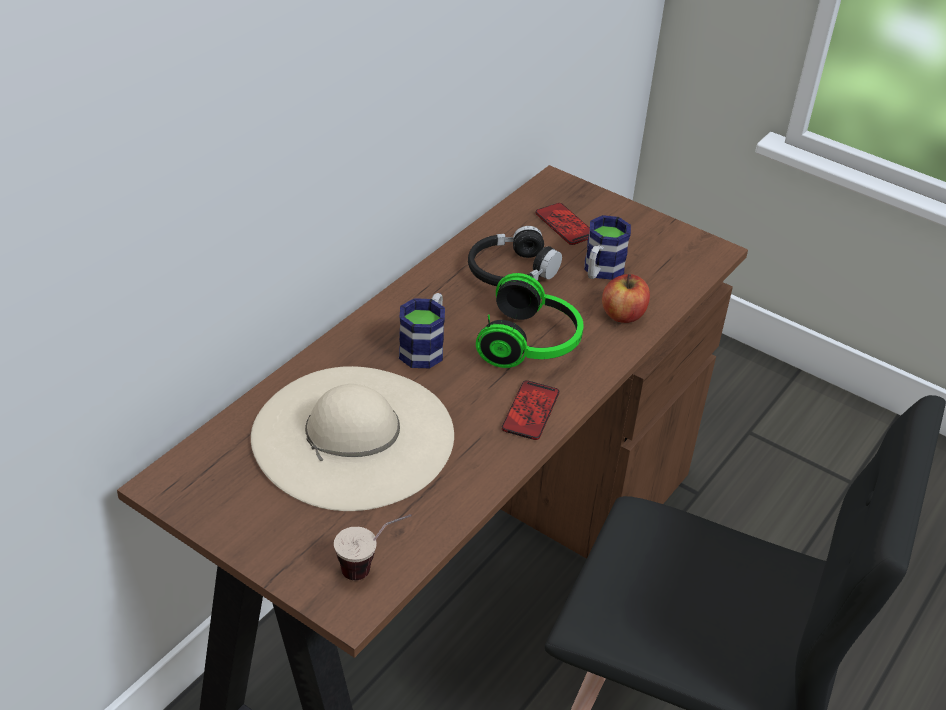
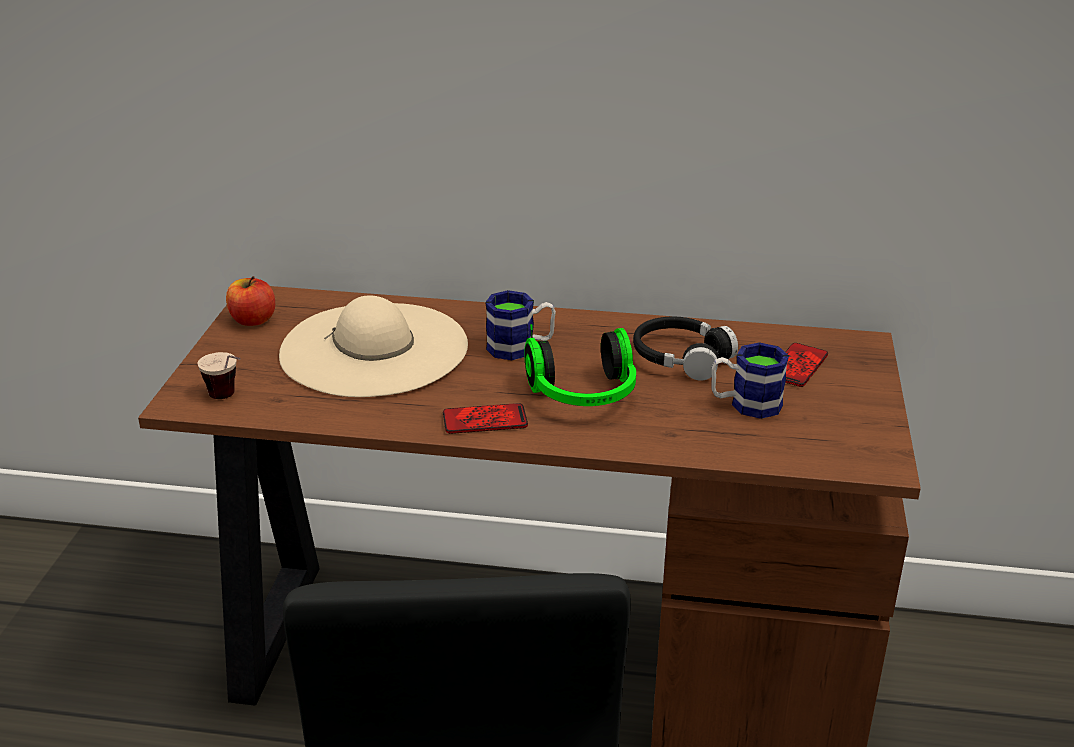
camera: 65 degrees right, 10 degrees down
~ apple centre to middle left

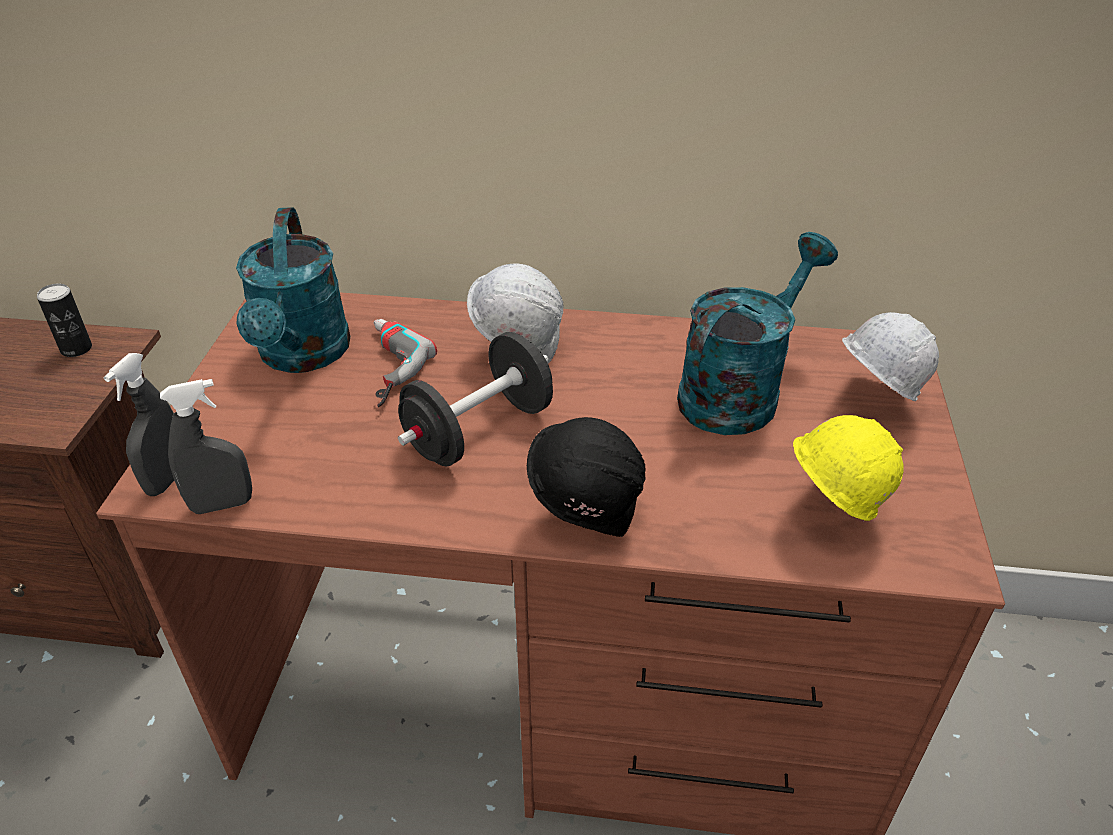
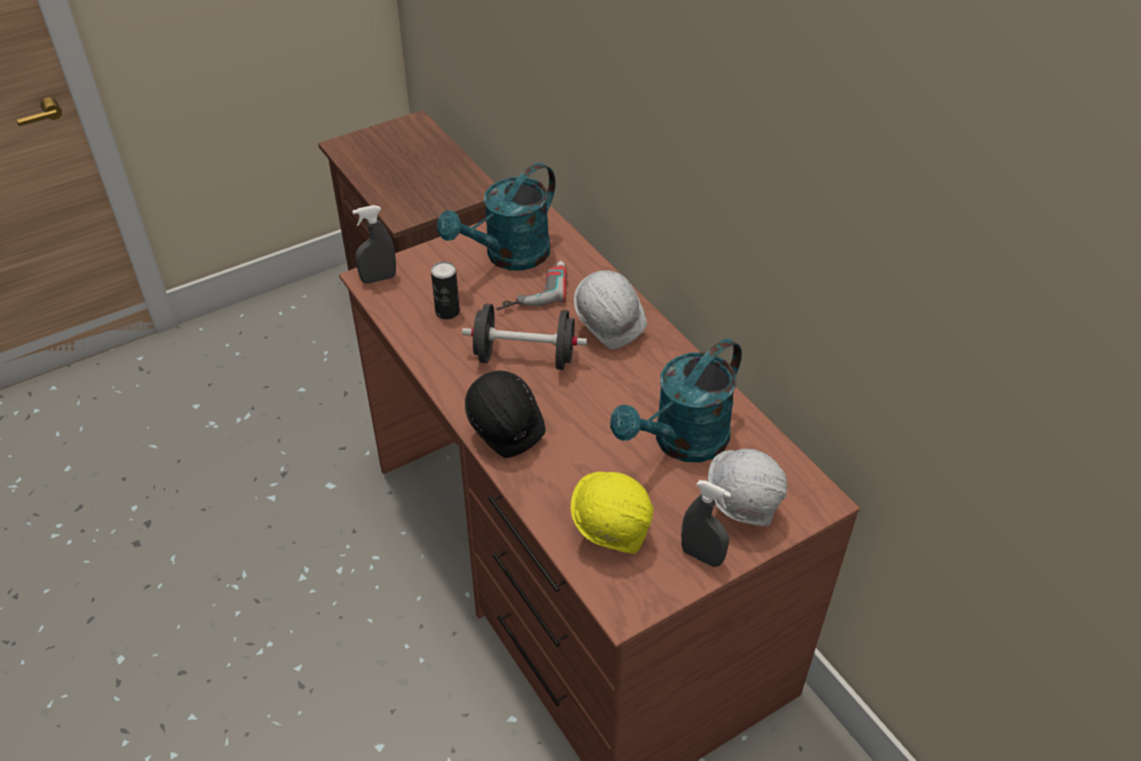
camera: 50 degrees right, 5 degrees up
~ can middle left to centre
~ grey spray bottle (2nd from left) middle left to bottom centre
~ turquoise watering can (2nd from left) middle right = centre 135 degrees clockwise

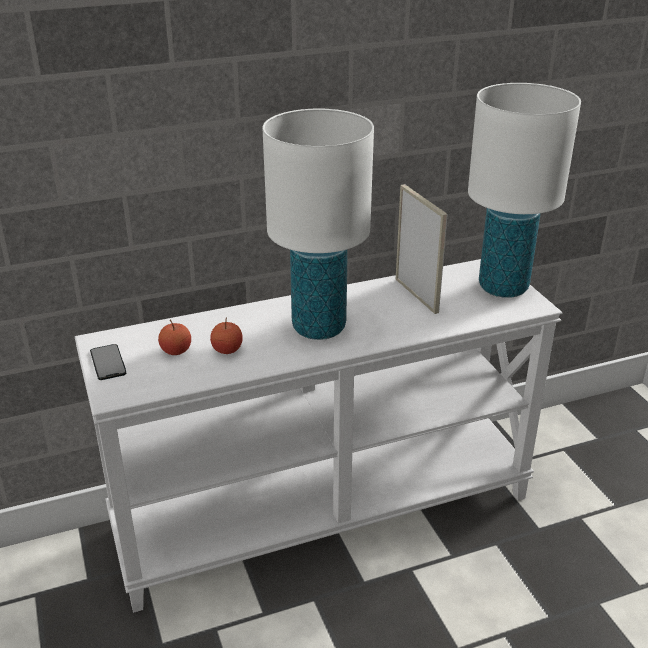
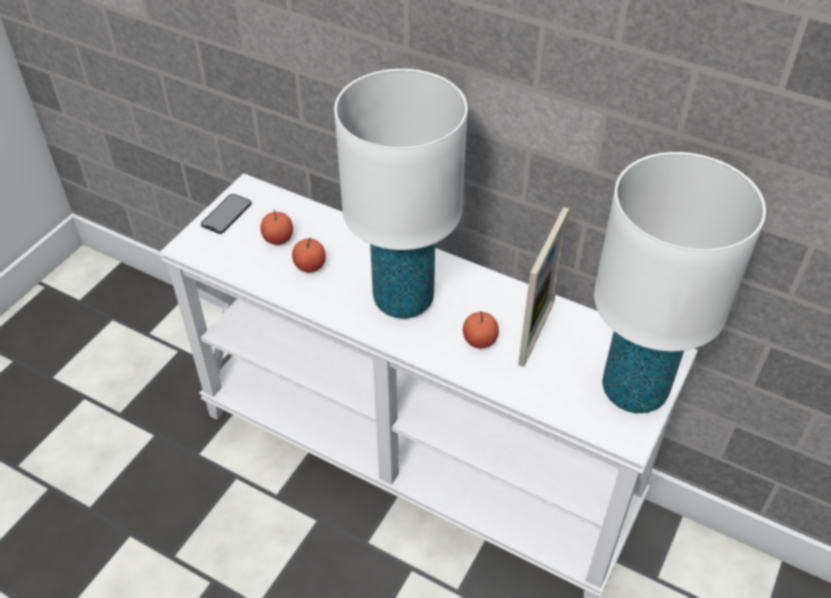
camera: 50 degrees right, 15 degrees up
+ apple (3rd from left) centre

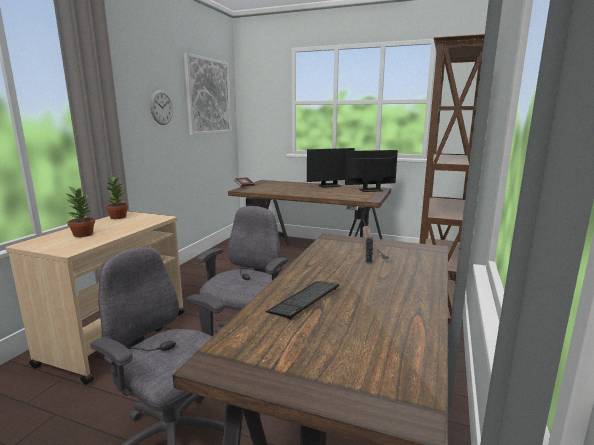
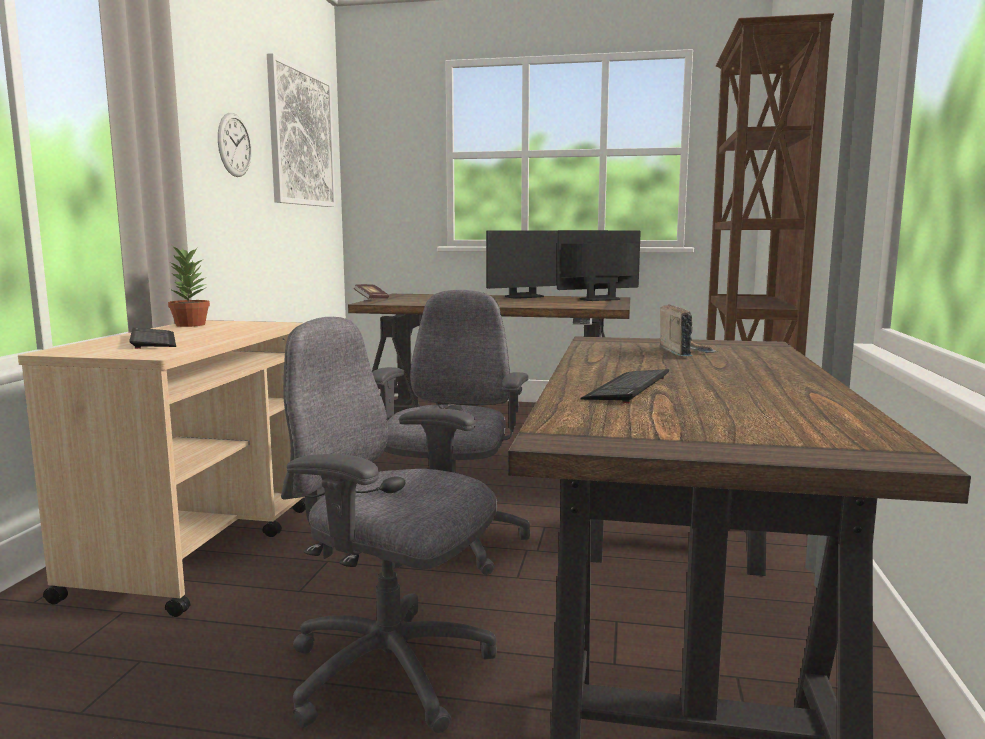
camera: 10 degrees left, 5 degrees down
~ potted plant (1st from left) middle left to keyboard (1st from left) middle left

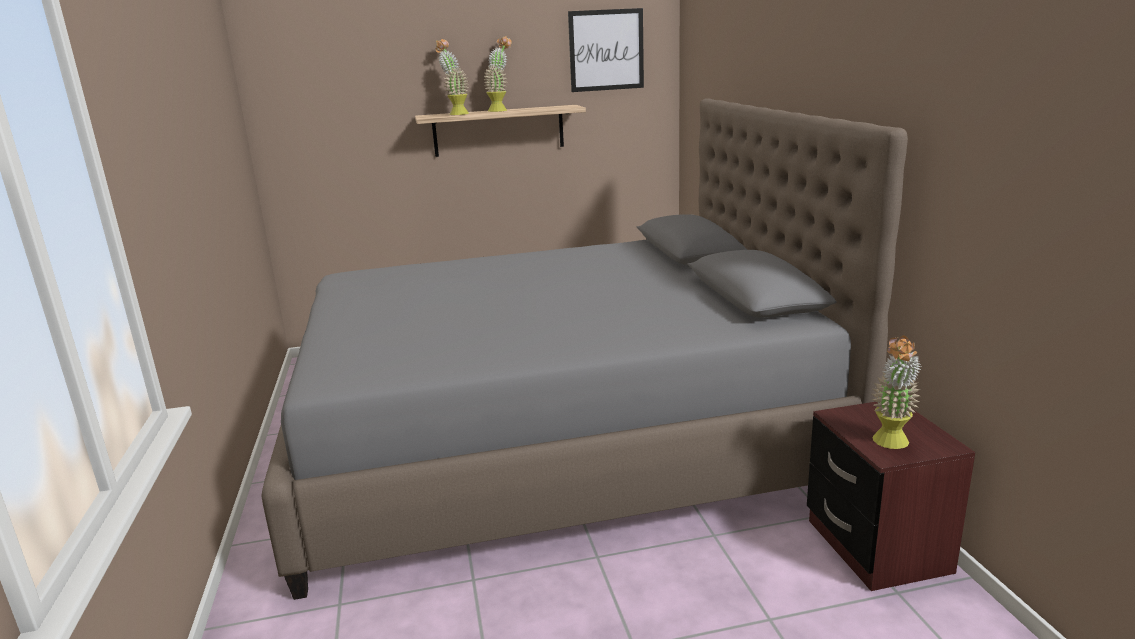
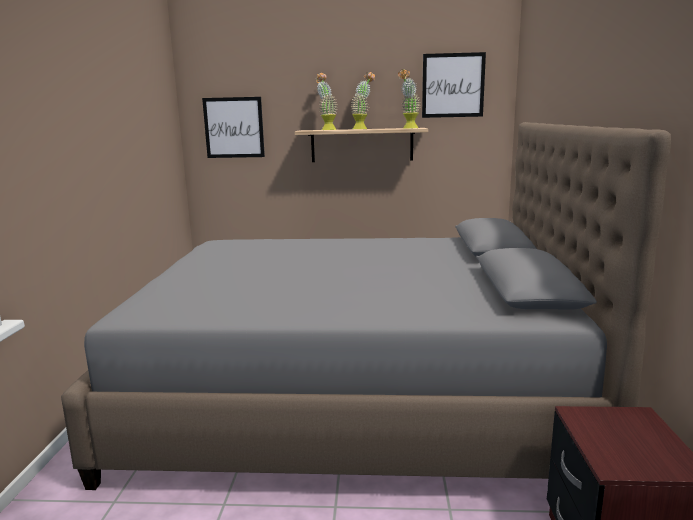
camera: 15 degrees right, 5 degrees down
~ potted plant (3rd from left) middle right to top centre
+ picture (1st from left) top centre

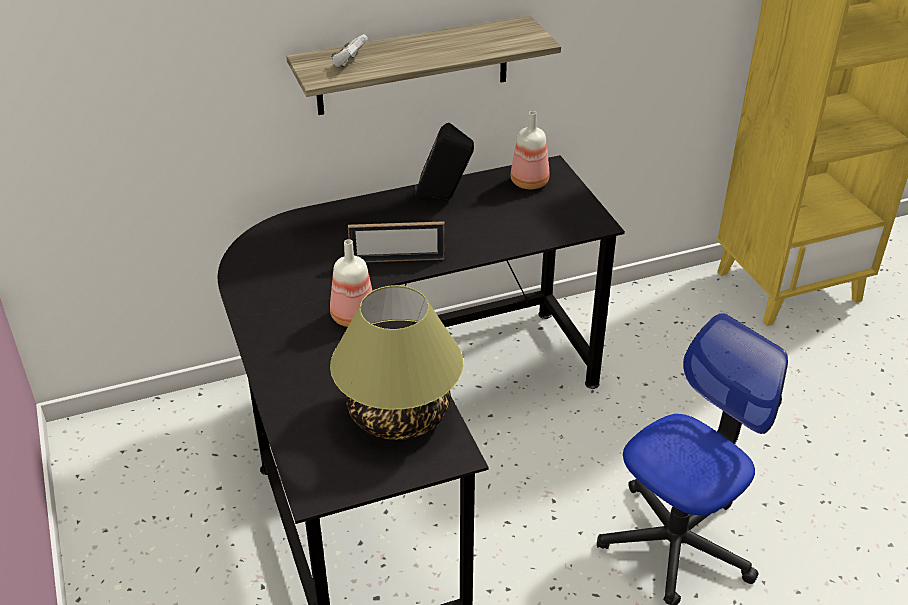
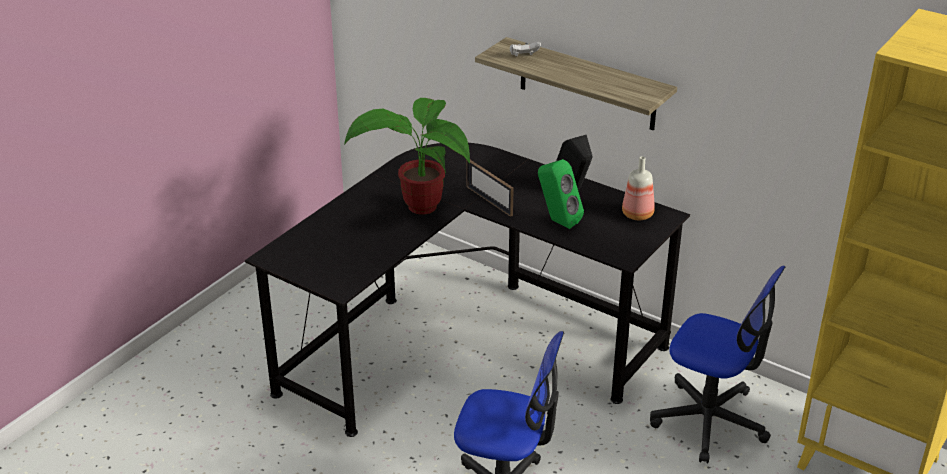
camera: 55 degrees right, 5 degrees down
~ bottle (1st from left) centre to potted plant top centre
- table lamp centre
+ green speaker centre
+ office chair (2nd from left) bottom right

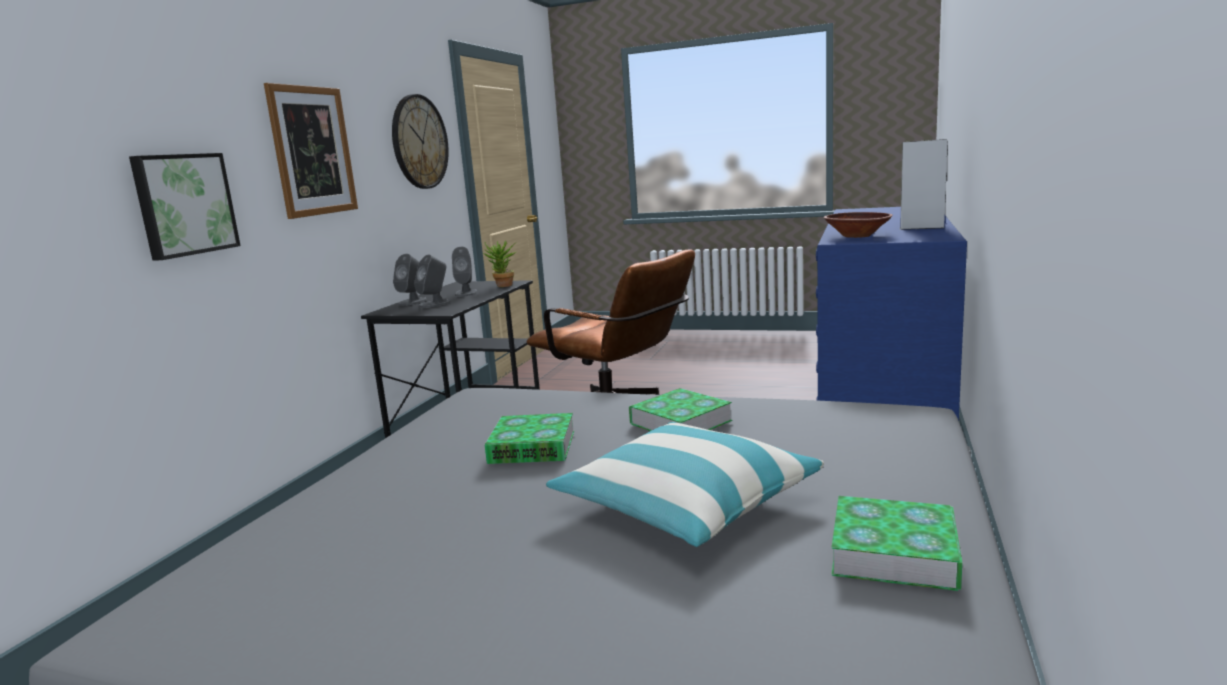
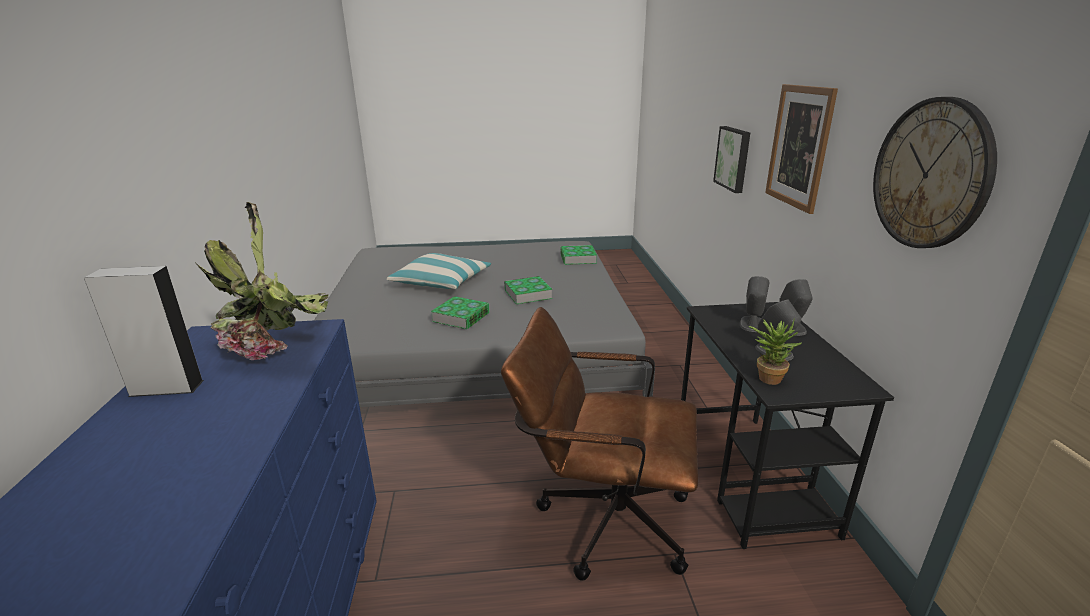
camera: 155 degrees right, 10 degrees up
~ brown bowl top right to potted plant (1st from left) middle left
~ book (3rd from left) bottom right to centre

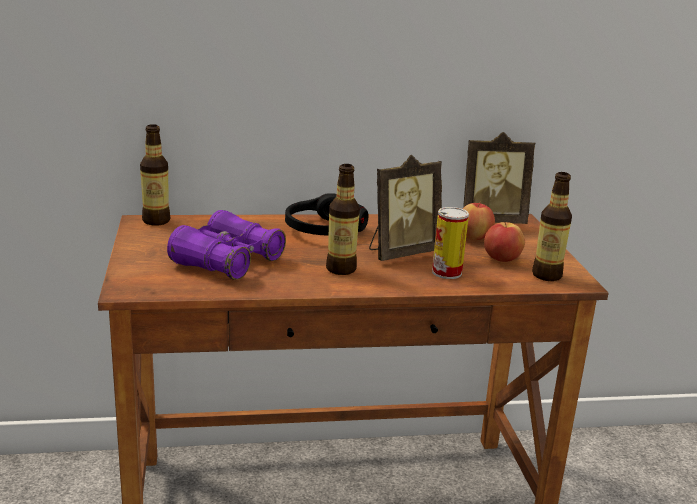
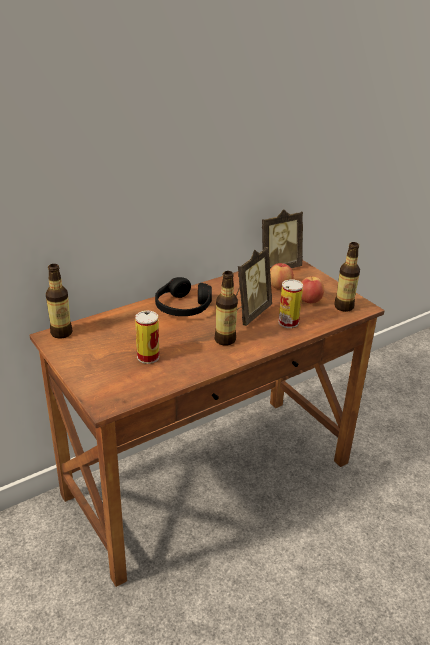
camera: 25 degrees left, 10 degrees up
~ purple binoculars middle left to can (1st from left) centre

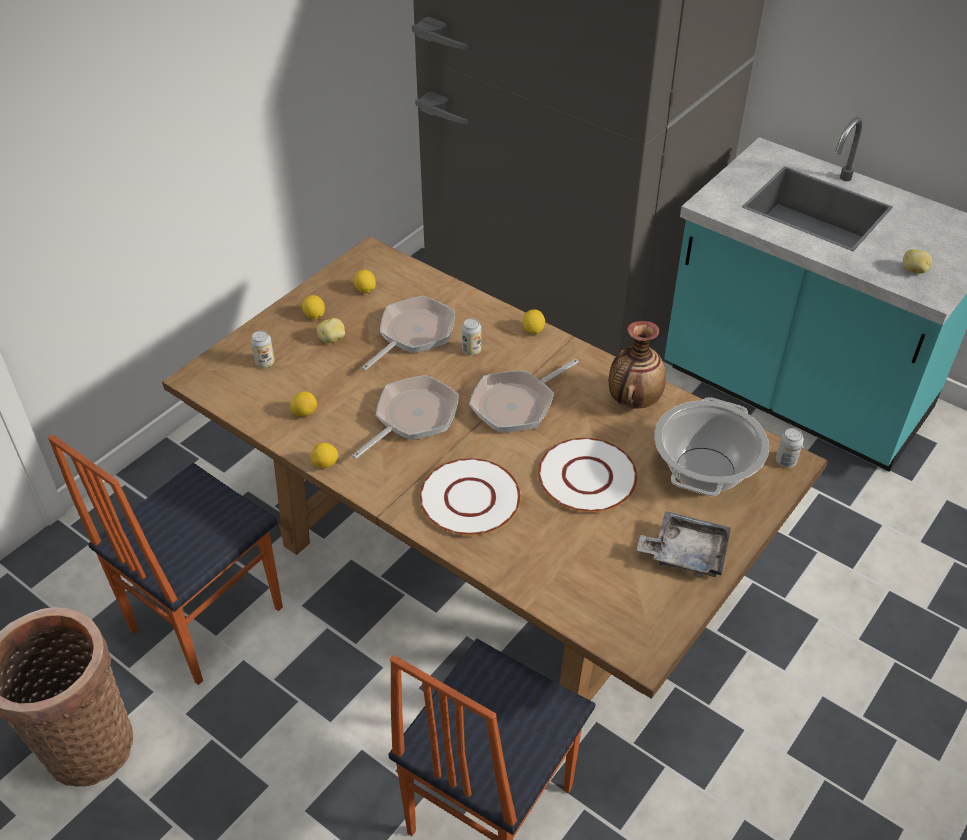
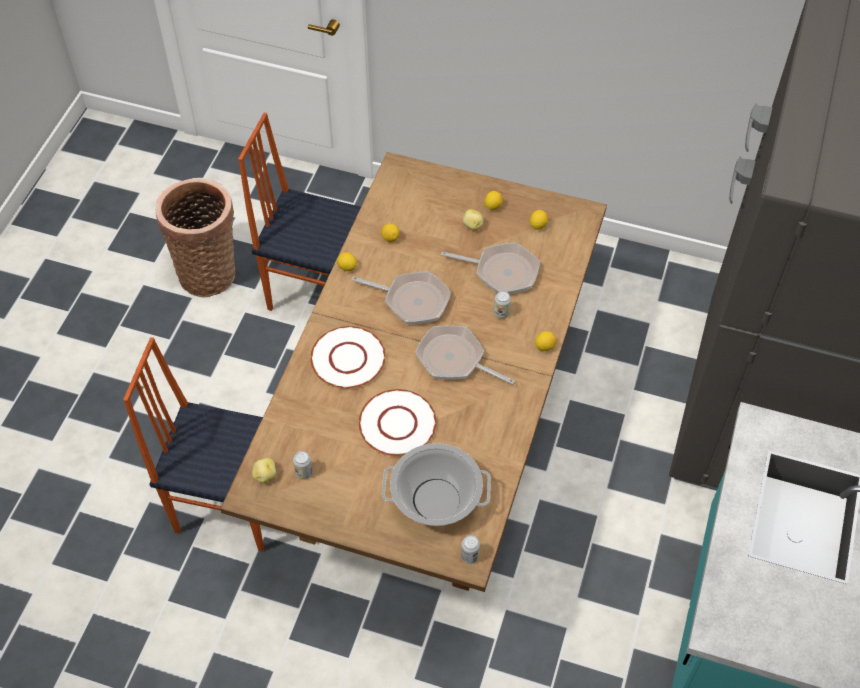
camera: 70 degrees right, 10 degrees up
~ can (1st from left) middle left to bottom centre
- vase centre
- grey tray middle right
~ potato (2nd from left in the first image) top right to potato (1st from left) bottom left

